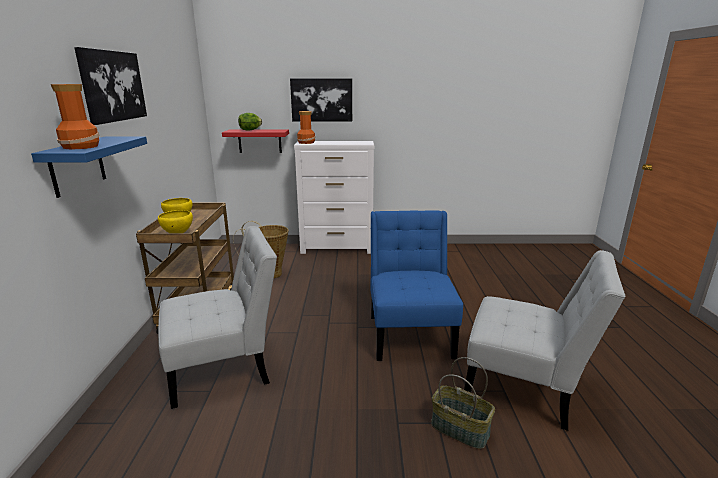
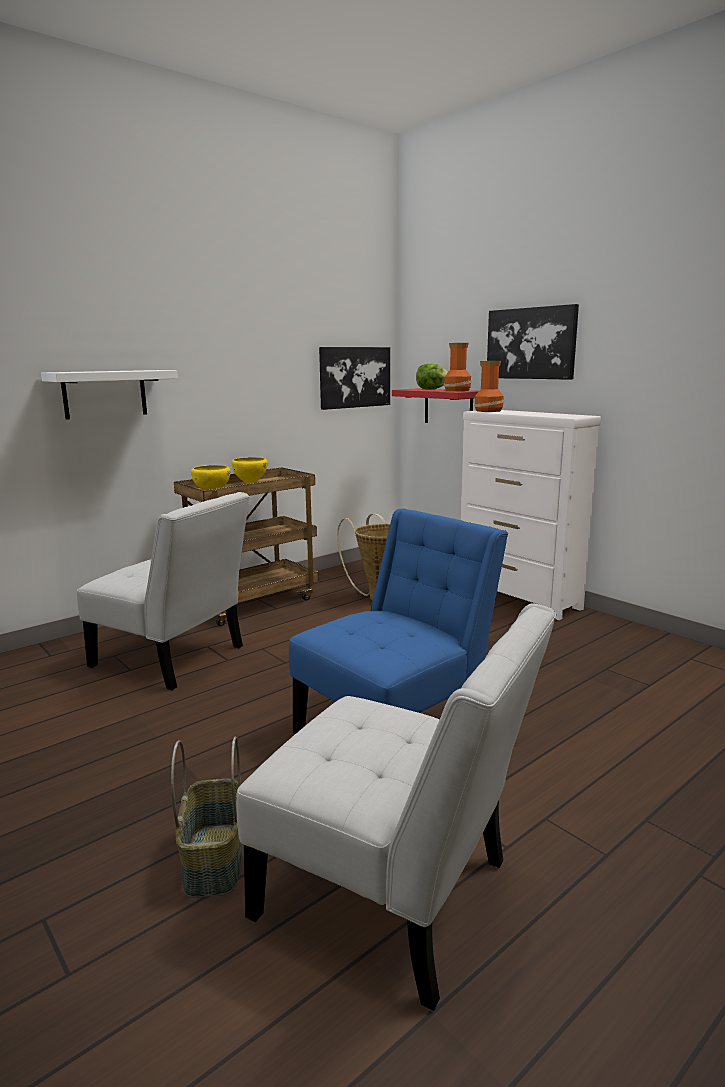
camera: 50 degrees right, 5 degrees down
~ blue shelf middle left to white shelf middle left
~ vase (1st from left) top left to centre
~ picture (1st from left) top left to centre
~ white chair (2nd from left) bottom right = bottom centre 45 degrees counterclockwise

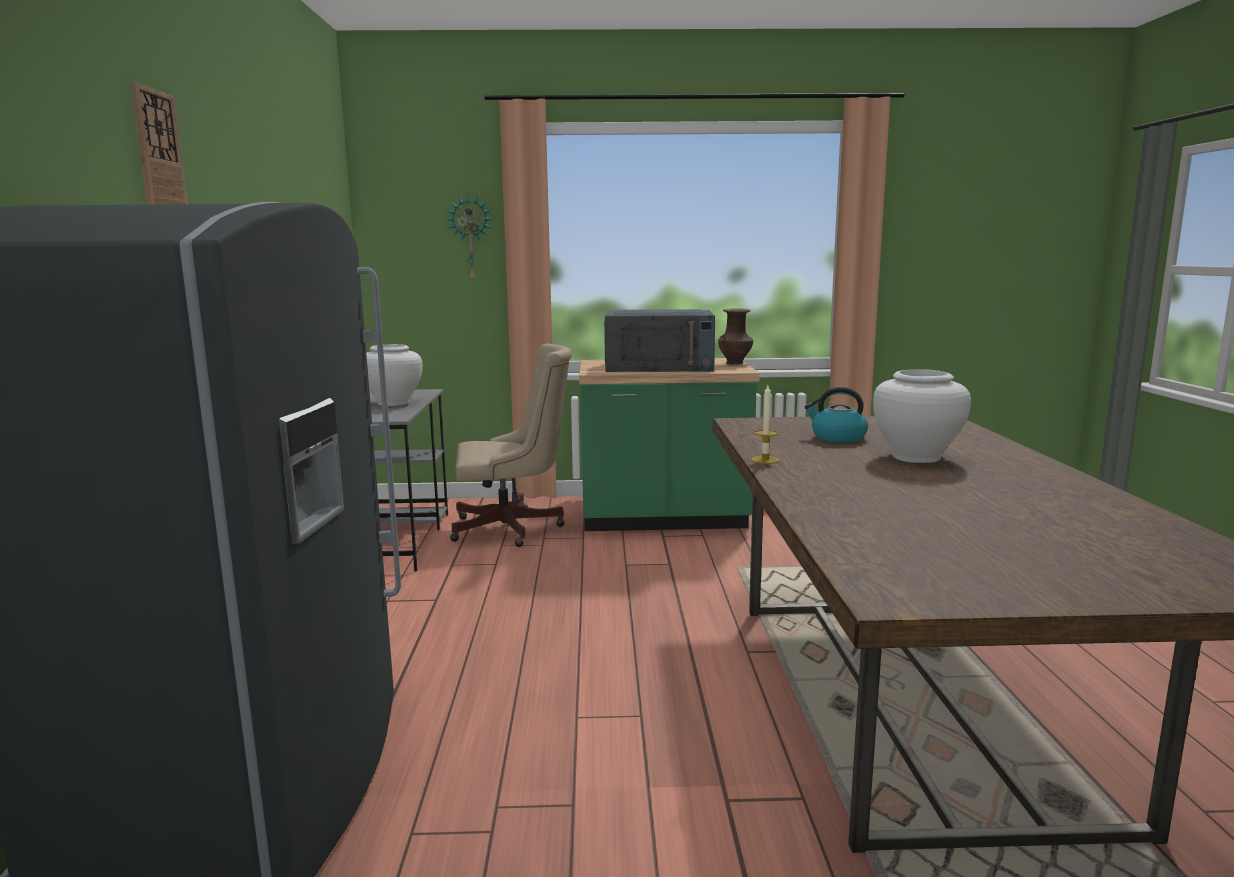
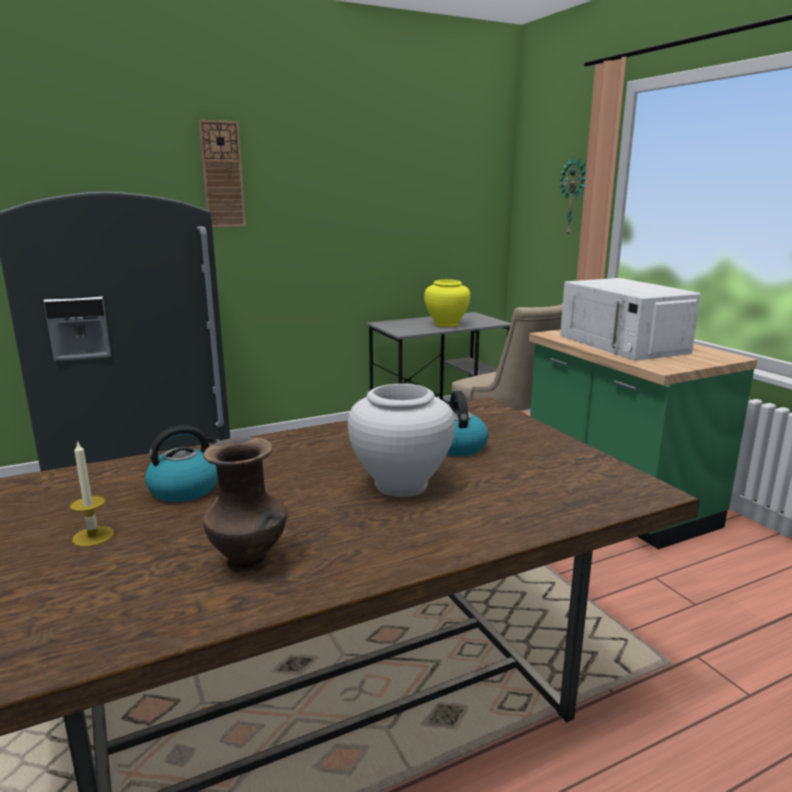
camera: 65 degrees right, 5 degrees up
~ white vase (1st from left) middle left to yellow vase centre
~ blue microwave centre to white microwave middle right
~ brown vase centre to middle left
~ candle centre to middle left
+ kettle (1st from left) middle left

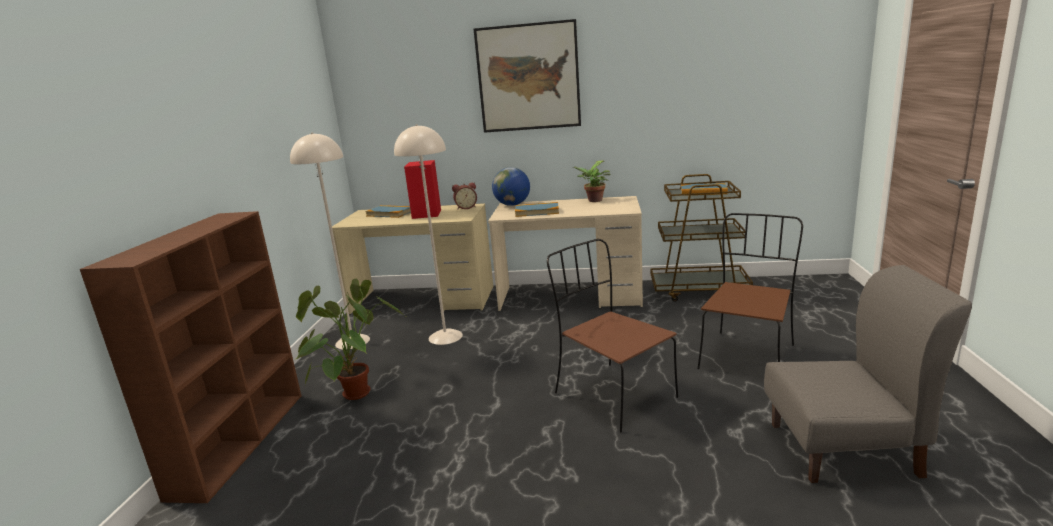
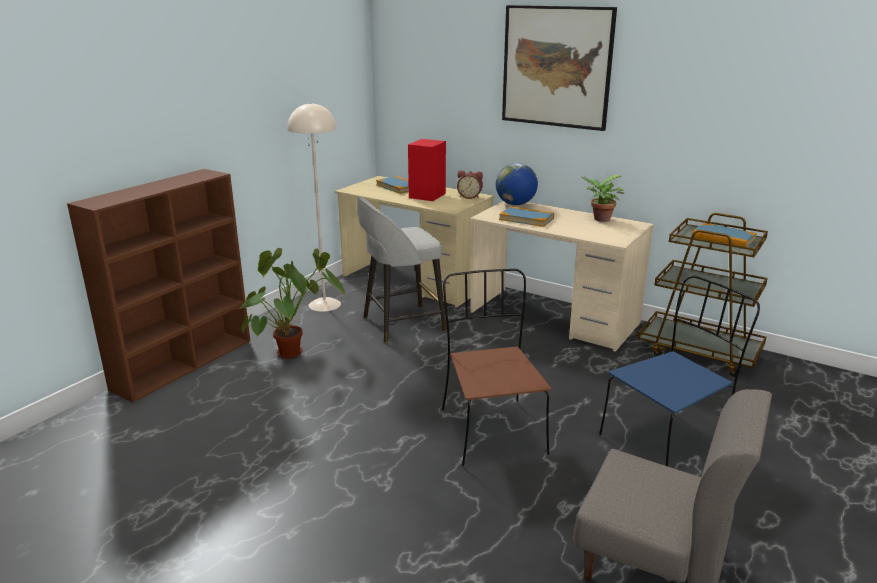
camera: 25 degrees right, 5 degrees up
~ beige floor lamp (2nd from left) centre to grey stool centre
~ brown chair (2nd from left) middle right to blue chair middle right

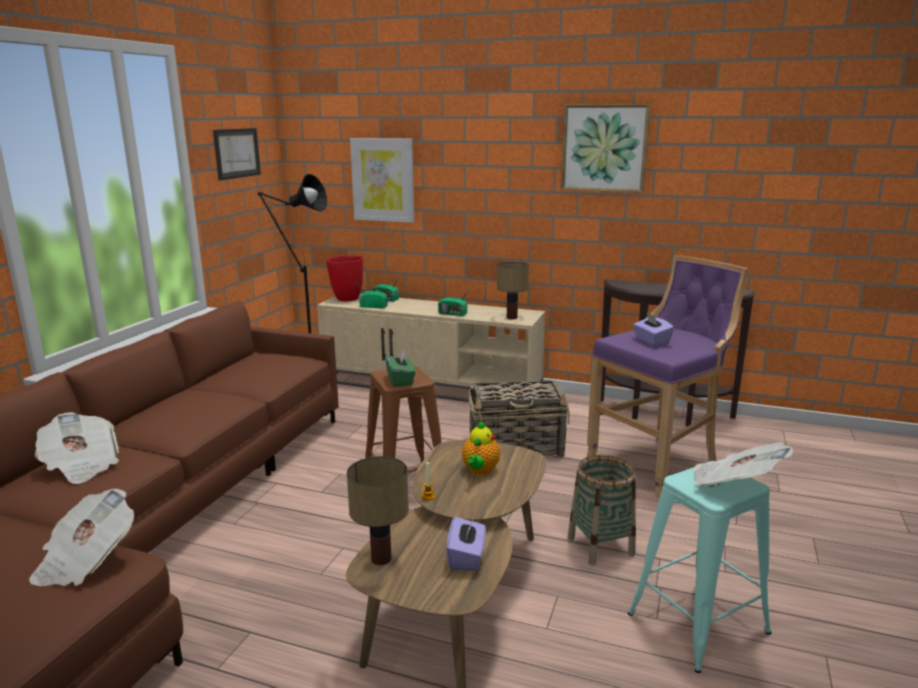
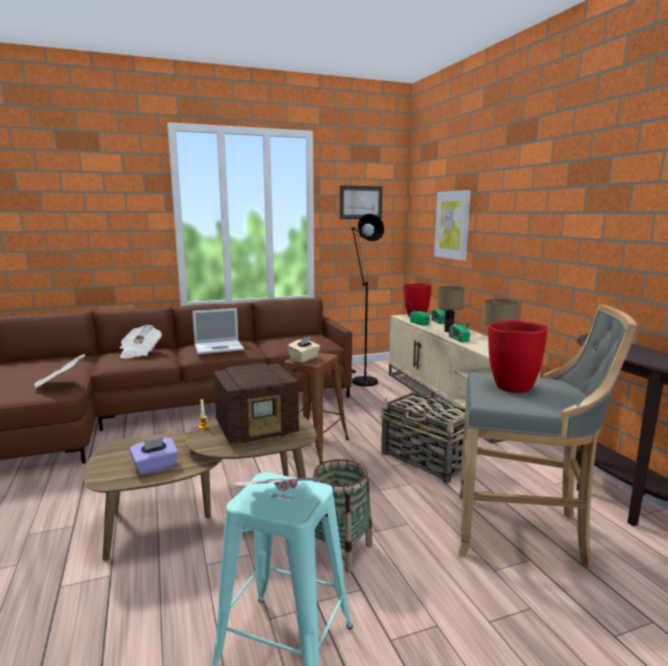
camera: 50 degrees right, 5 degrees down
~ table lamp (1st from left) bottom centre to middle right
~ green tissue box centre to beige tissue box centre
~ teapot centre to radio (1st from left) centre
- picture (3rd from left) top centre
~ purple stool middle right to grey stool middle right
~ purple tissue box (2nd from left) middle right to red vase (2nd from left) middle right
+ laptop middle left

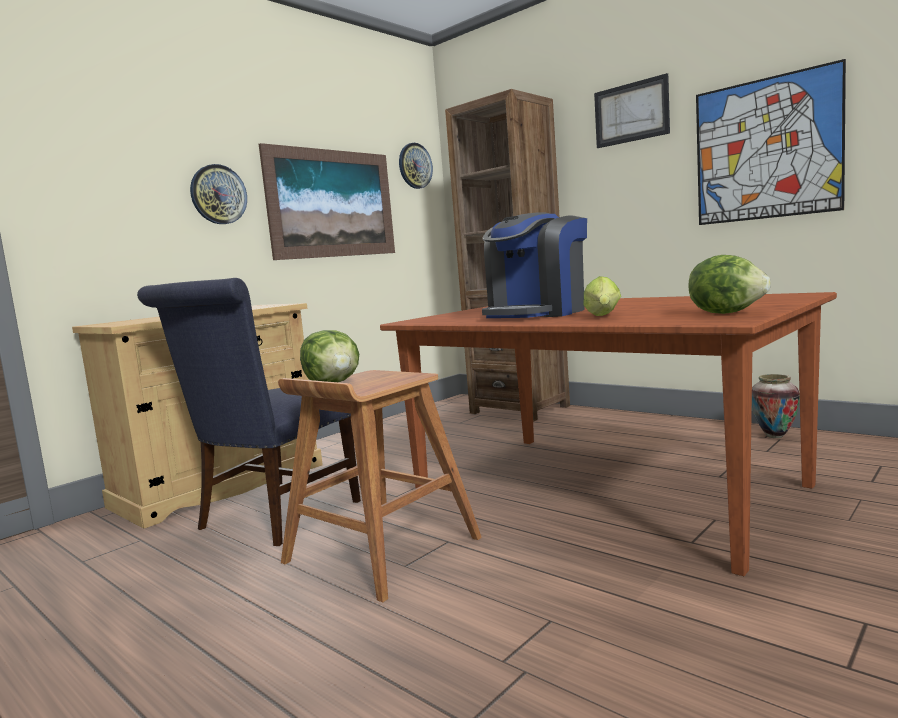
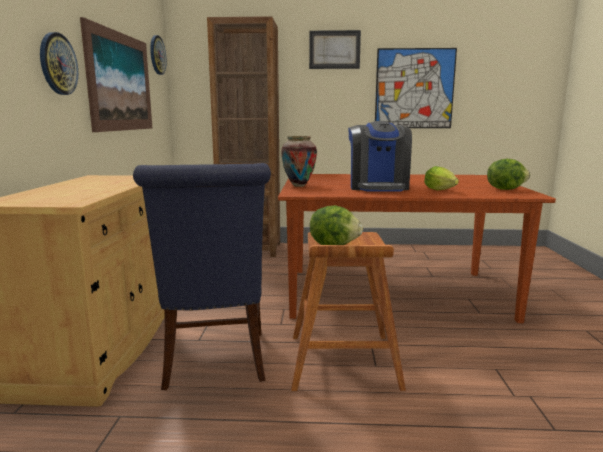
camera: 40 degrees left, 5 degrees up
~ vase middle right to centre

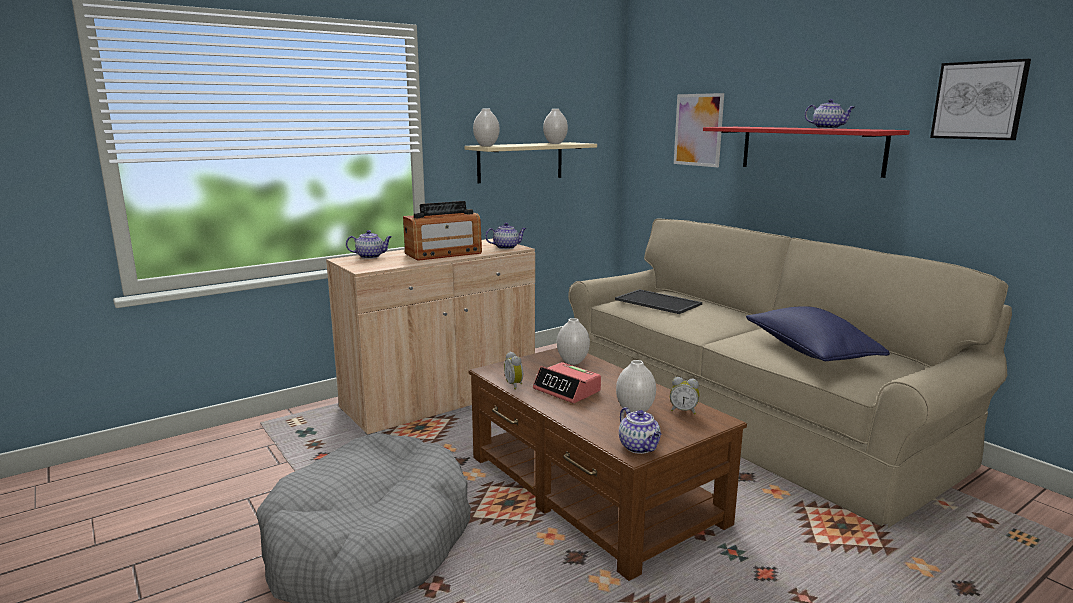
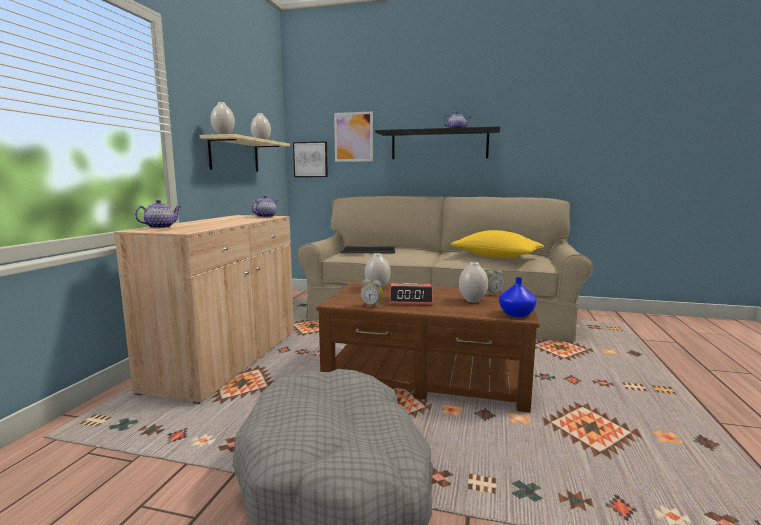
camera: 40 degrees left, 5 degrees down
- radio centre
~ teapot (3rd from left) bottom centre to blue vase middle right
~ red shelf top right to black shelf top centre
~ blue pillow middle right to yellow pillow centre
~ picture (2nd from left in the first image) top right to picture (1st from left) top centre

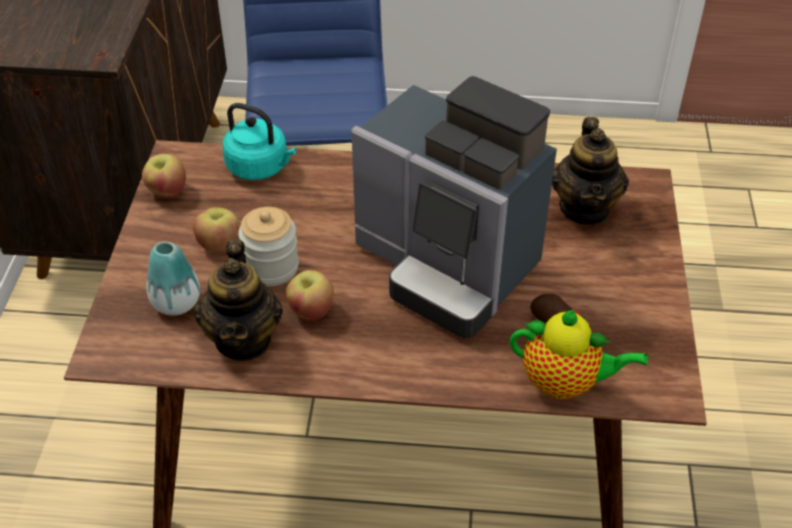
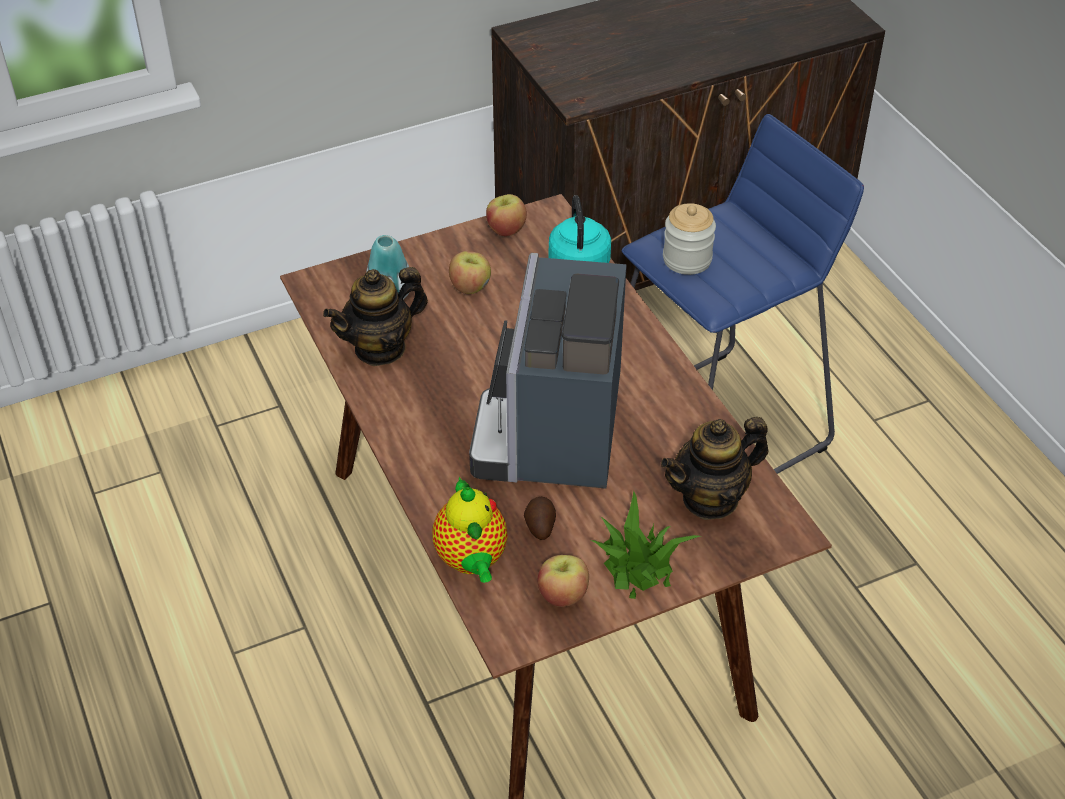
camera: 60 degrees right, 0 degrees up
~ jar centre to top centre
~ apple (3rd from left) centre to bottom centre
+ potted plant bottom centre

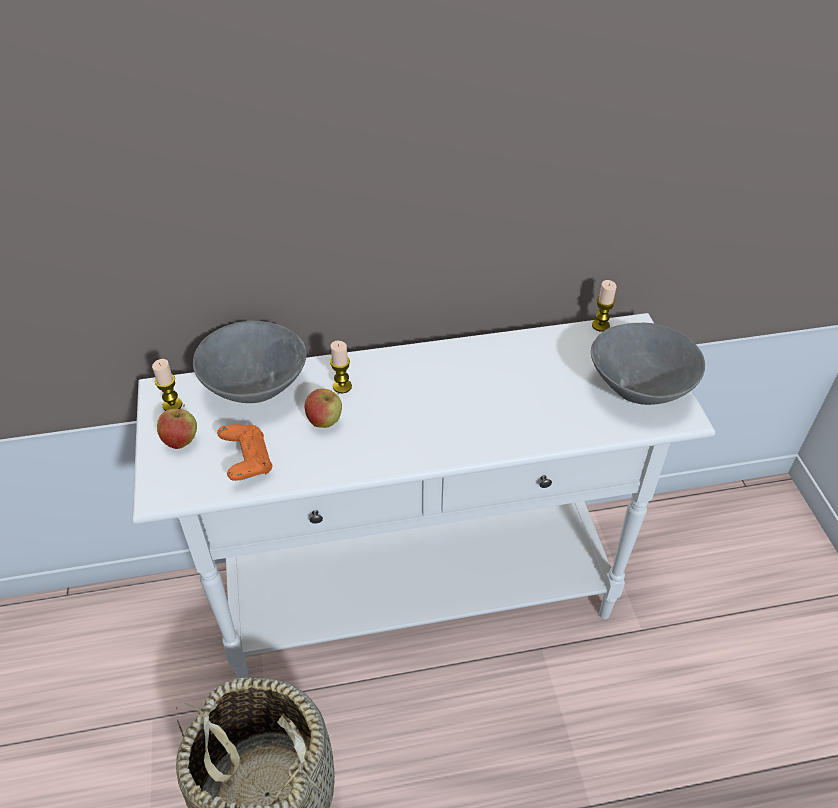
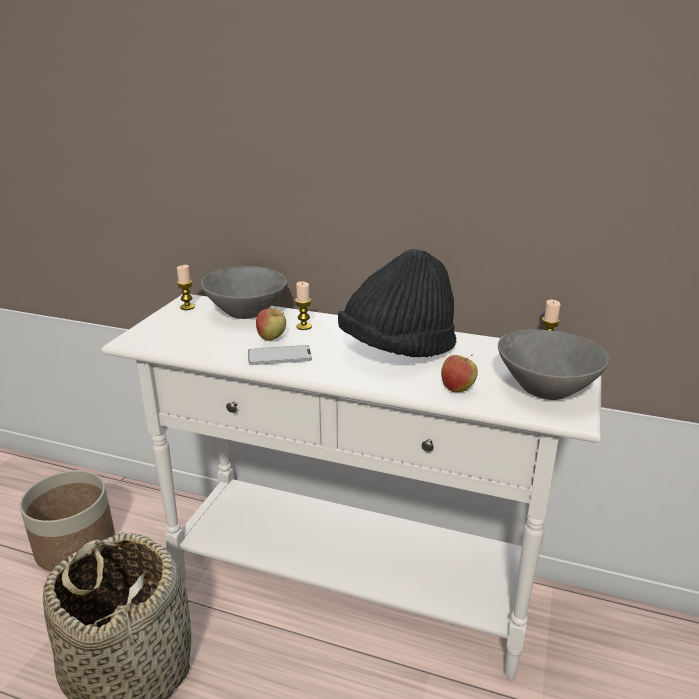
camera: 30 degrees right, 20 degrees down
~ apple (1st from left in the first image) middle left to apple (2nd from left) centre
- orange game controller middle left
+ planter bottom left
+ phone centre
+ black hat centre

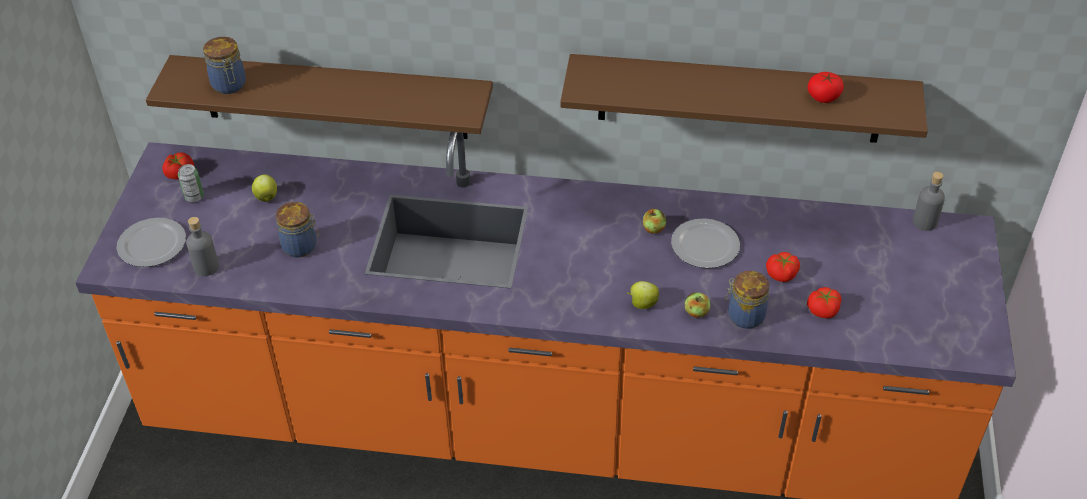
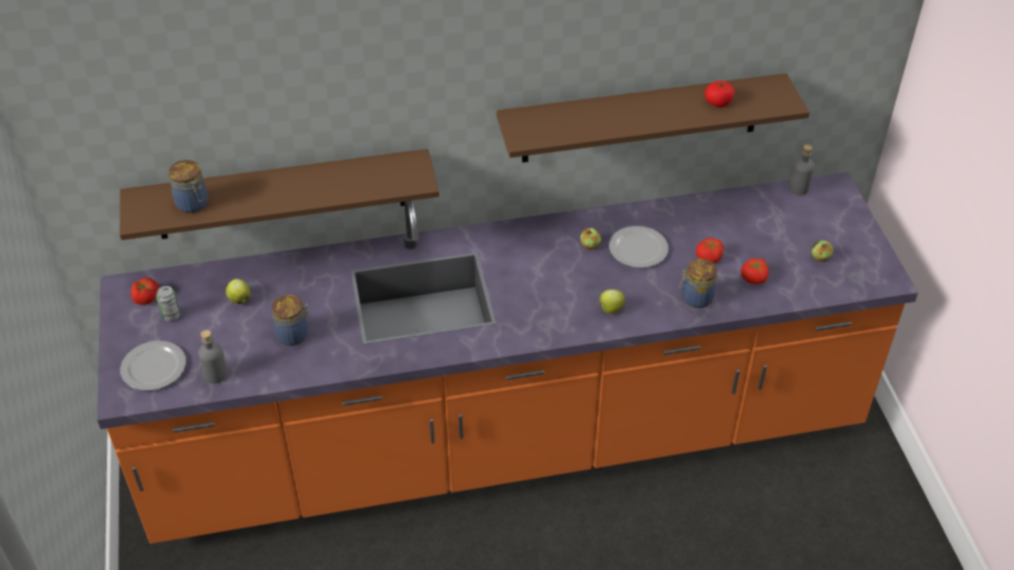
camera: 20 degrees left, 0 degrees up
~ apple (4th from left) centre to middle right

